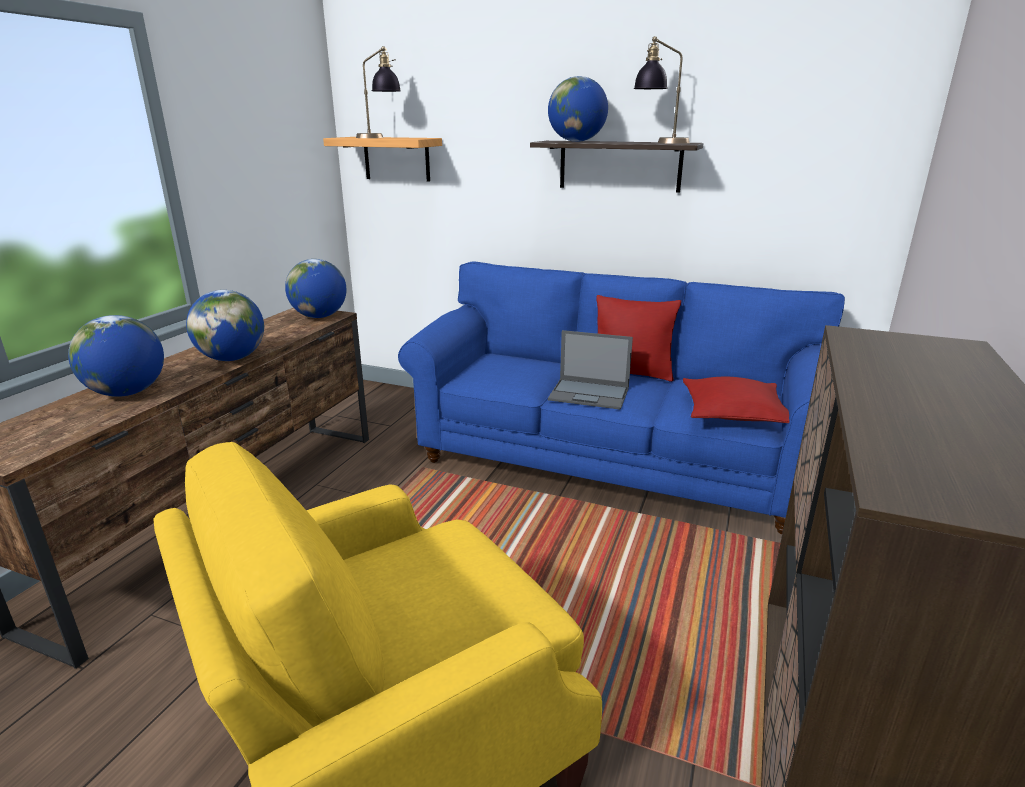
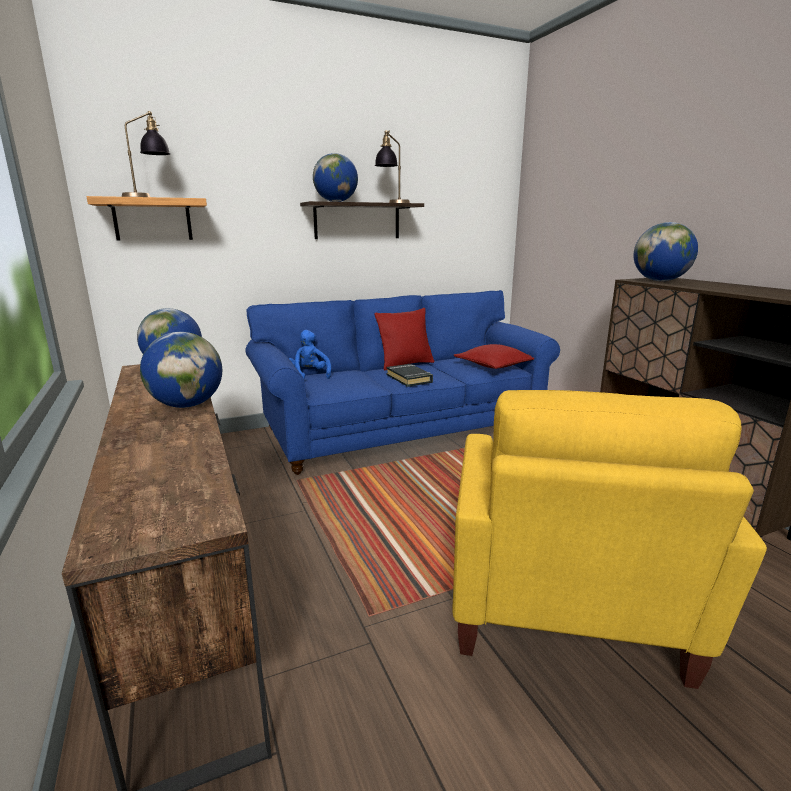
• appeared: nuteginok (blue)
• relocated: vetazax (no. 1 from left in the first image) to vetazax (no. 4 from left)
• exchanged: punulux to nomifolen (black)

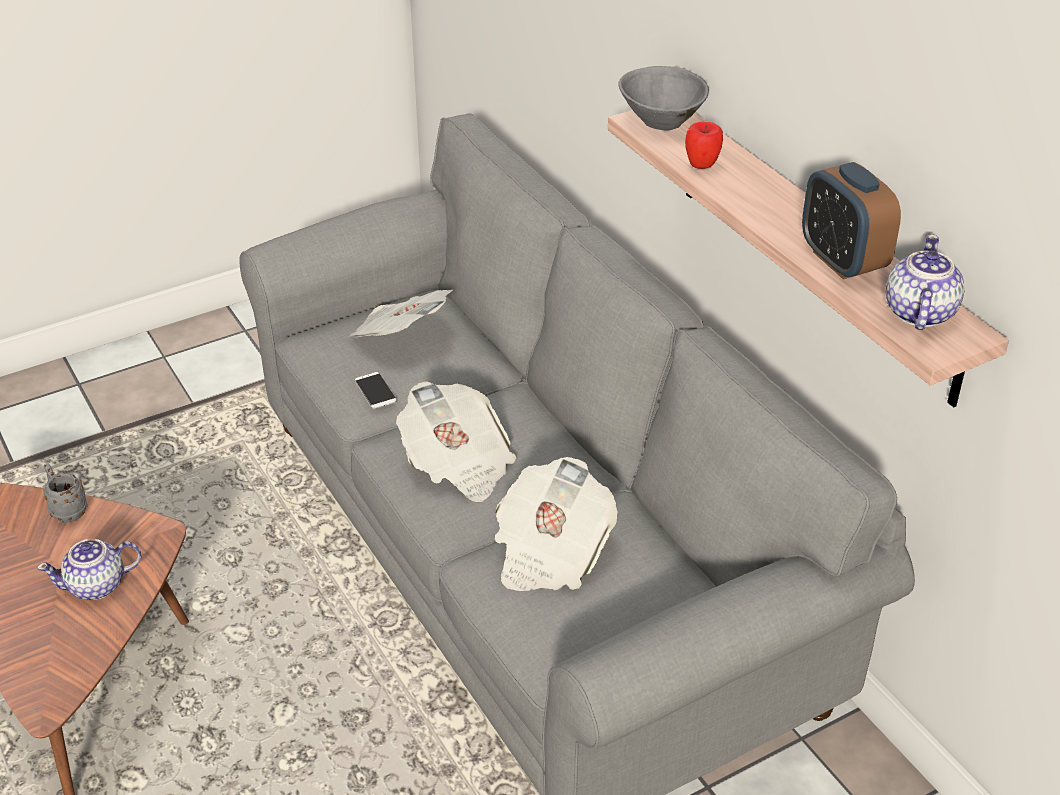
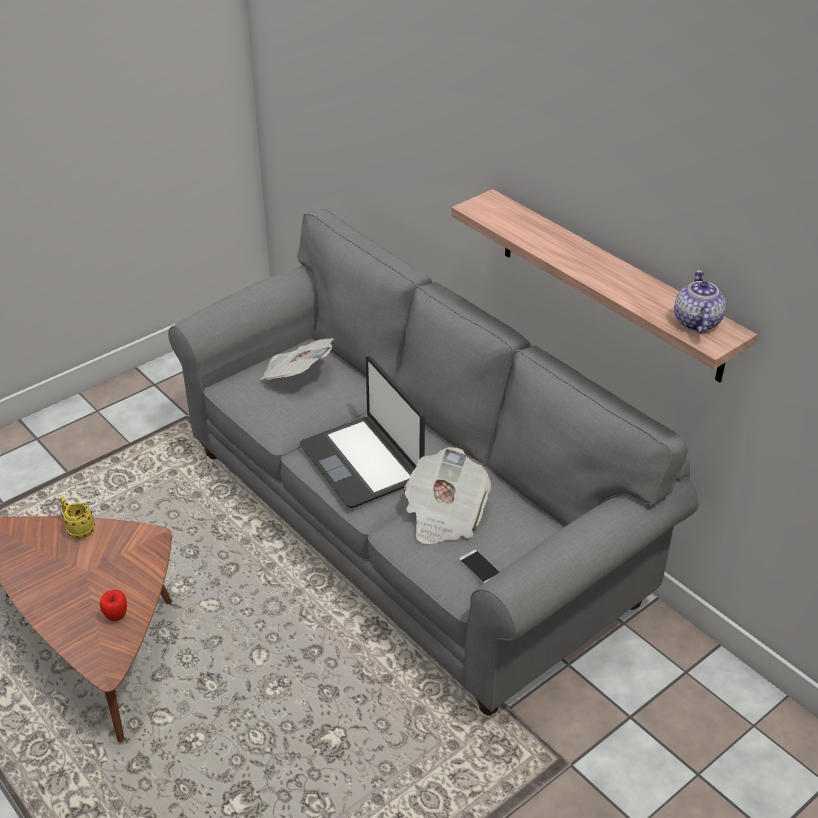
• missing: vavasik (no. 1 from left)
• missing: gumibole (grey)
• missing: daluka
• relocated: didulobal
• relocated: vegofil
• exchanged: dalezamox (no. 2 from left) to punulux
• colour: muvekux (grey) to muvekux (yellow)

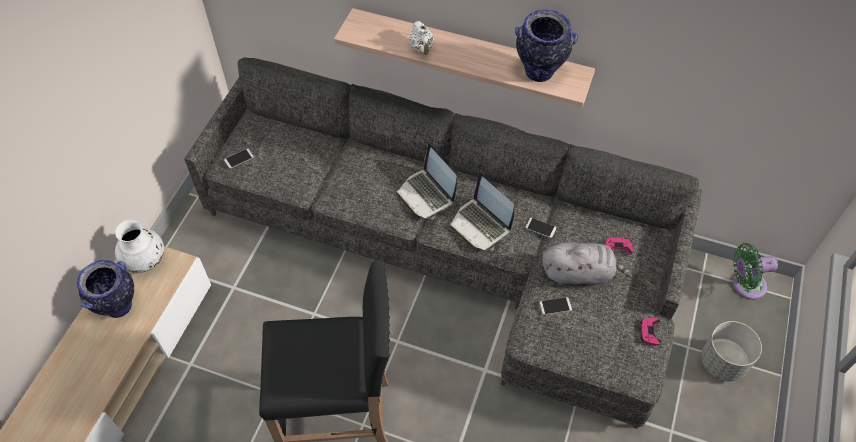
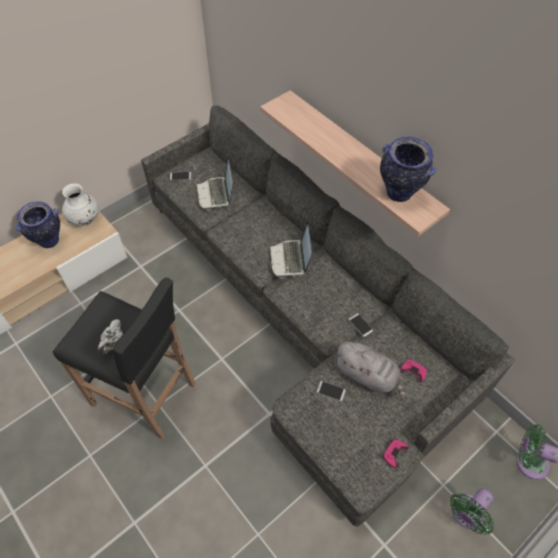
• relocated: vavasik (white)
• relocated: punulux (no. 2 from left in the first image) to punulux (no. 1 from left)
• exchanged: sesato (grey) to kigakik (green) (no. 1 from left)

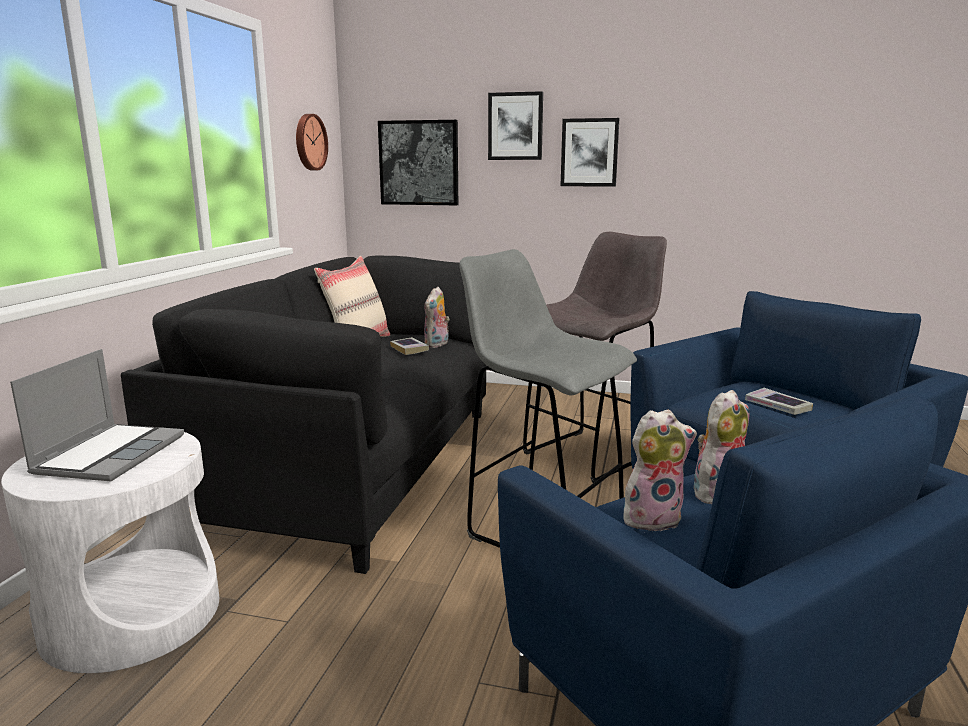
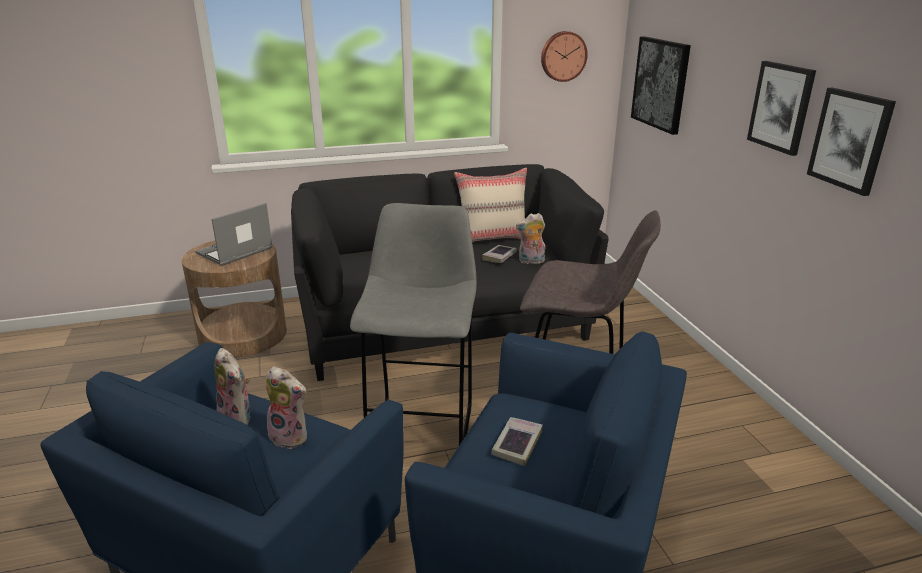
• relocated: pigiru (no. 2 from left in the first image) to pigiru (no. 3 from left)
• colour: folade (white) to folade (brown)
• spun: punulux 150 degrees clockwise

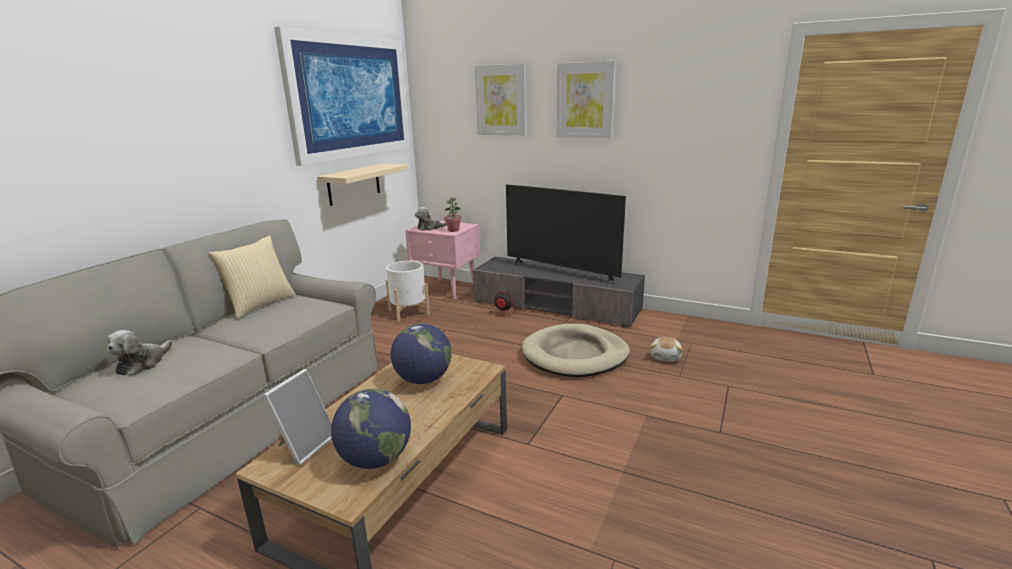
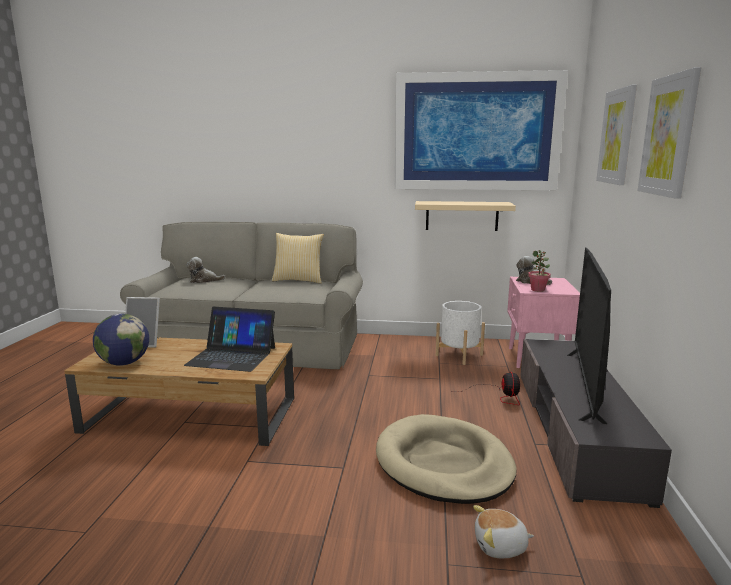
• exchanged: vetazax (no. 2 from left) to punulux

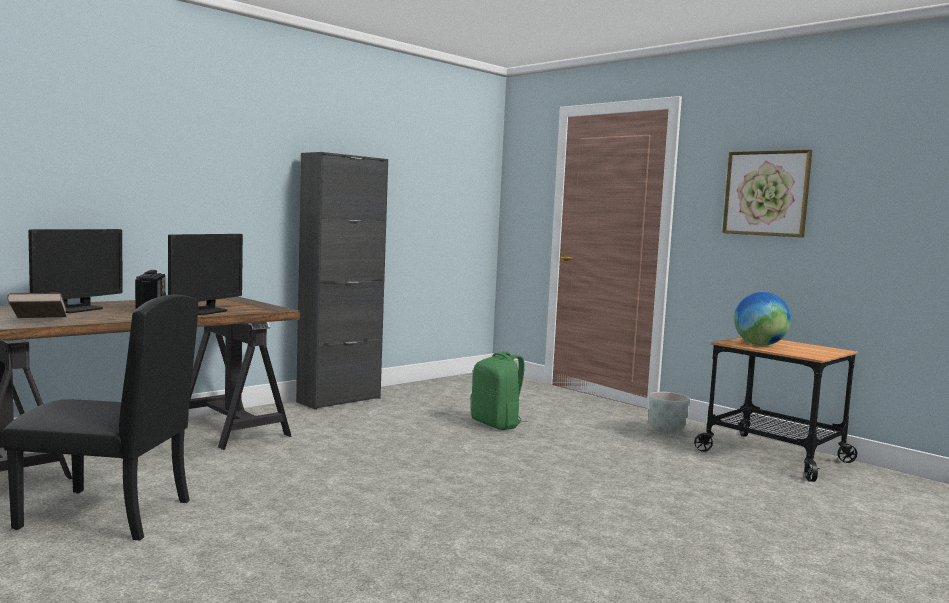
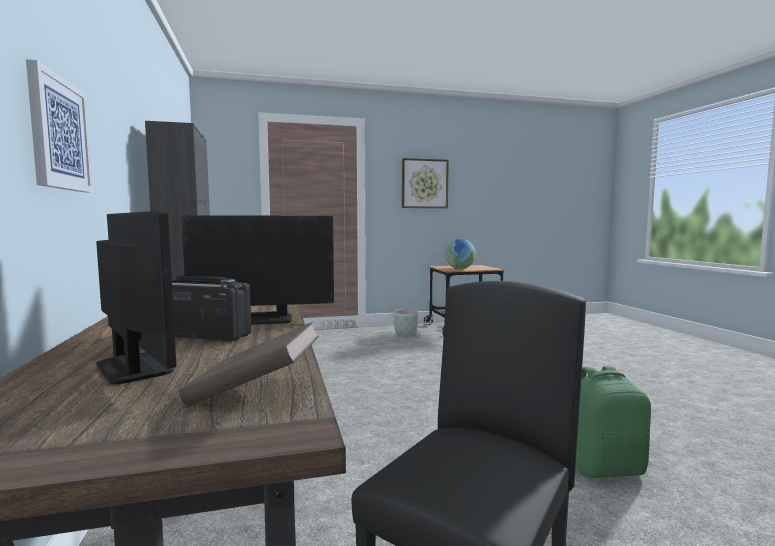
• appeared: pigiru (no. 1 from left)
• relocated: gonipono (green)
• spun: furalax (no. 2 from left) 120 degrees clockwise

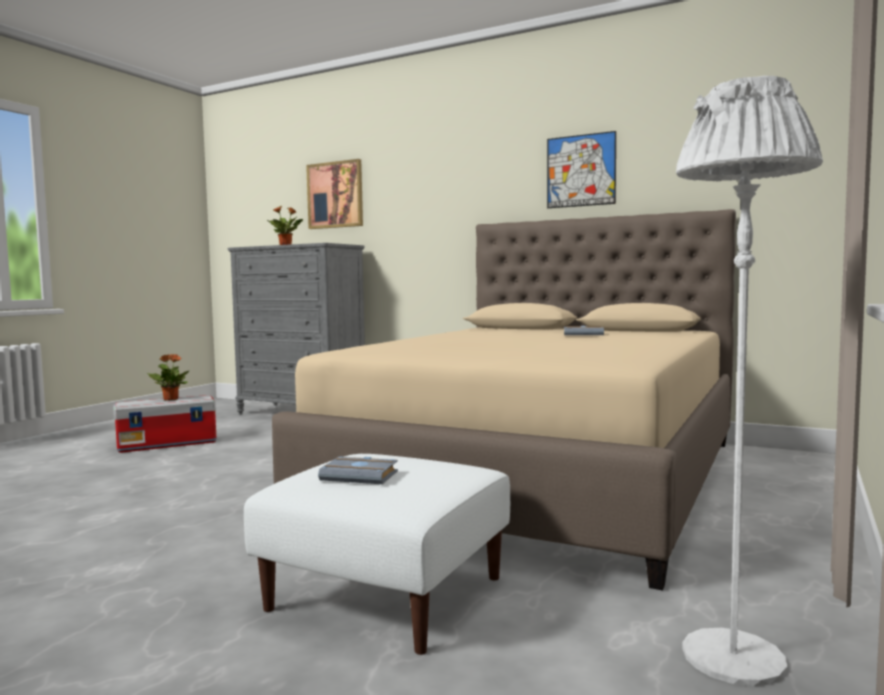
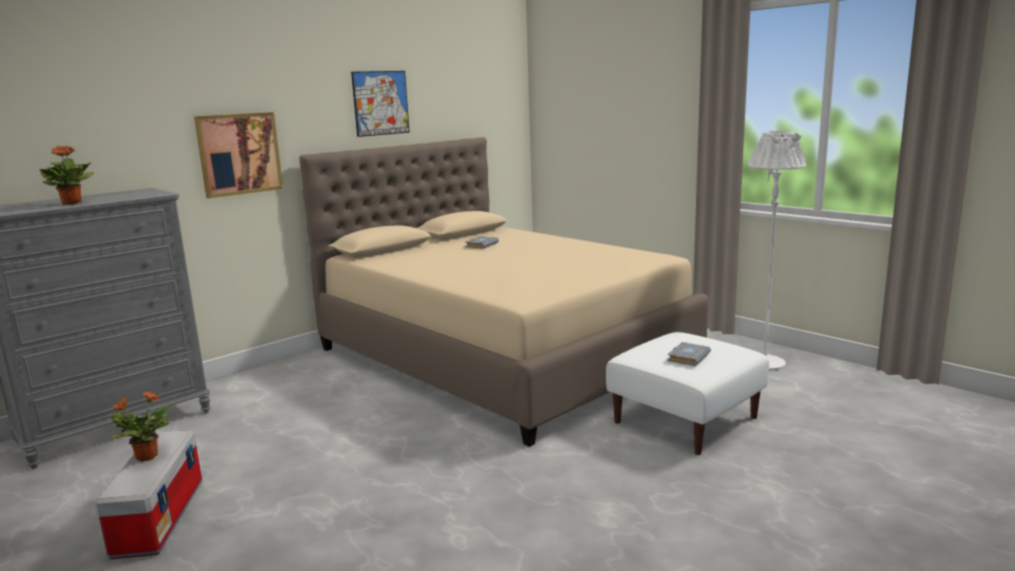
• relocated: pigiru (no. 1 from left)

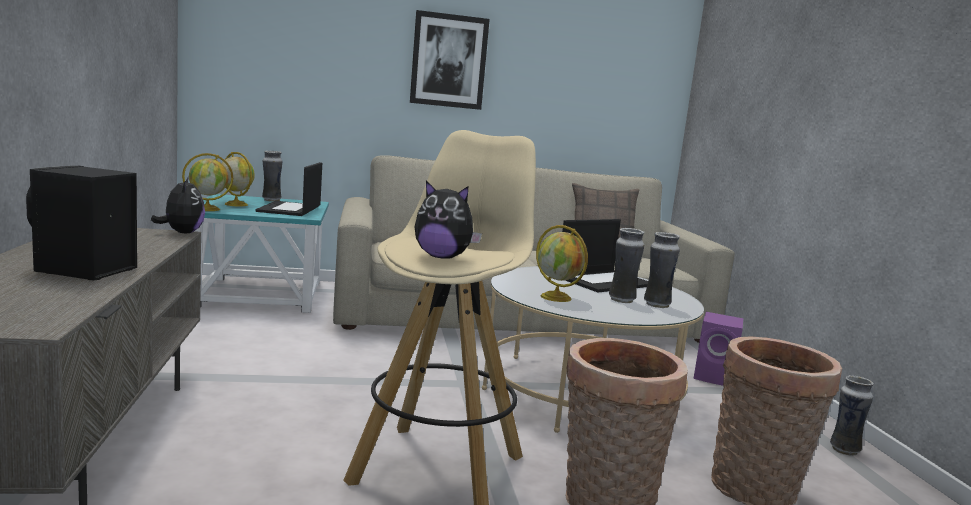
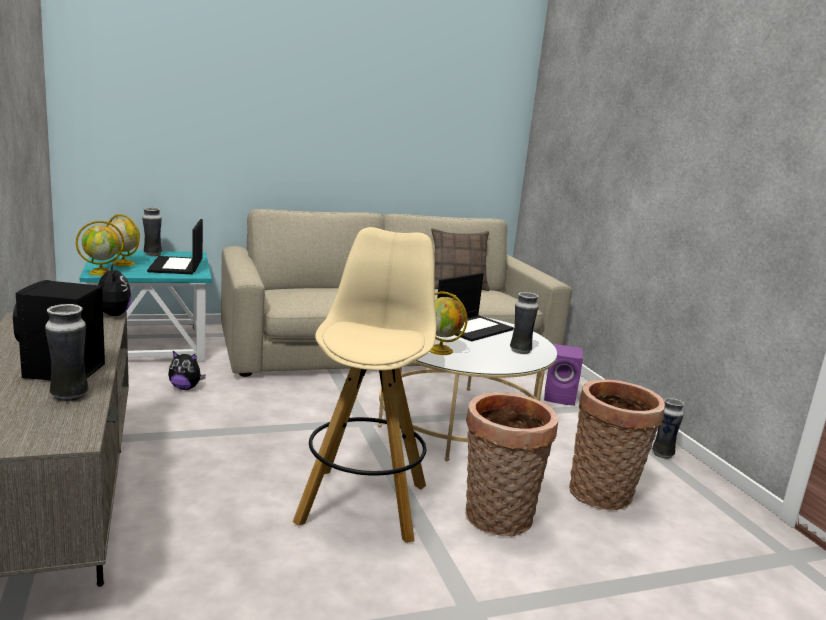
• missing: pigiru
• relocated: nuteginok (no. 2 from left)
• relocated: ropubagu (no. 2 from left in the first image) to ropubagu (no. 1 from left)

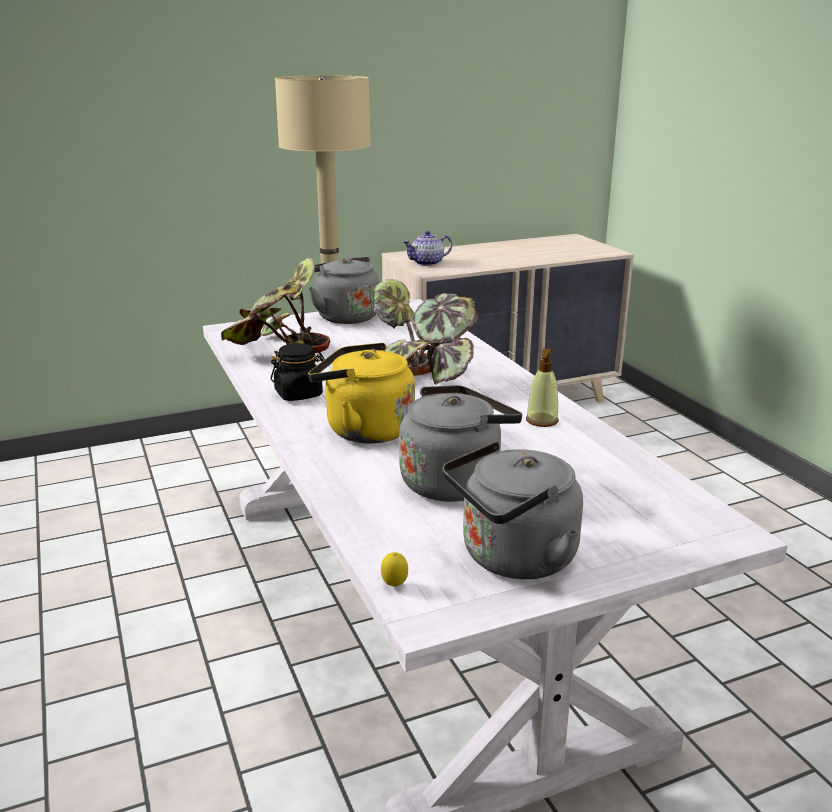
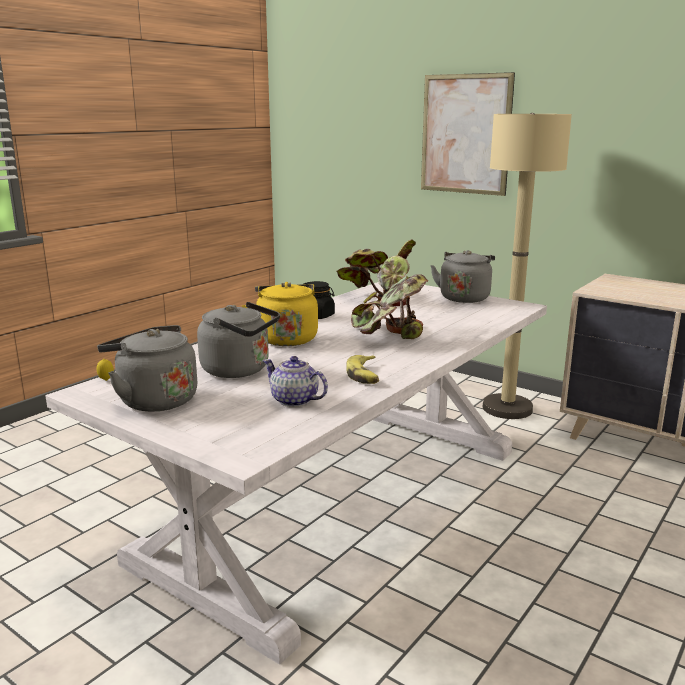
• appeared: pigiru
• relocated: vavasik
• exchanged: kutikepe to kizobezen

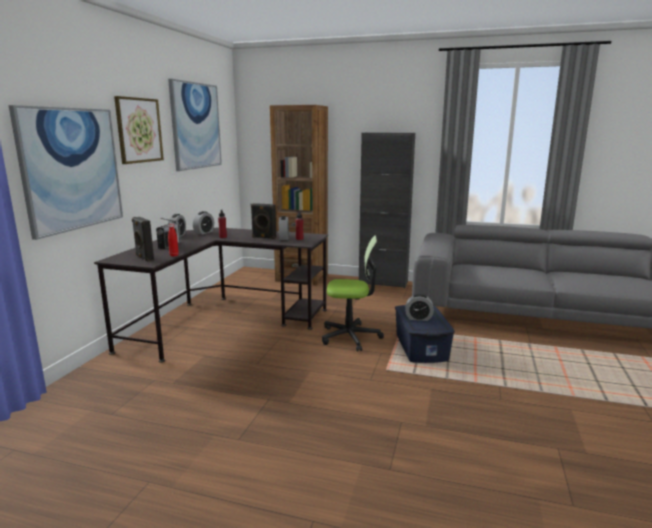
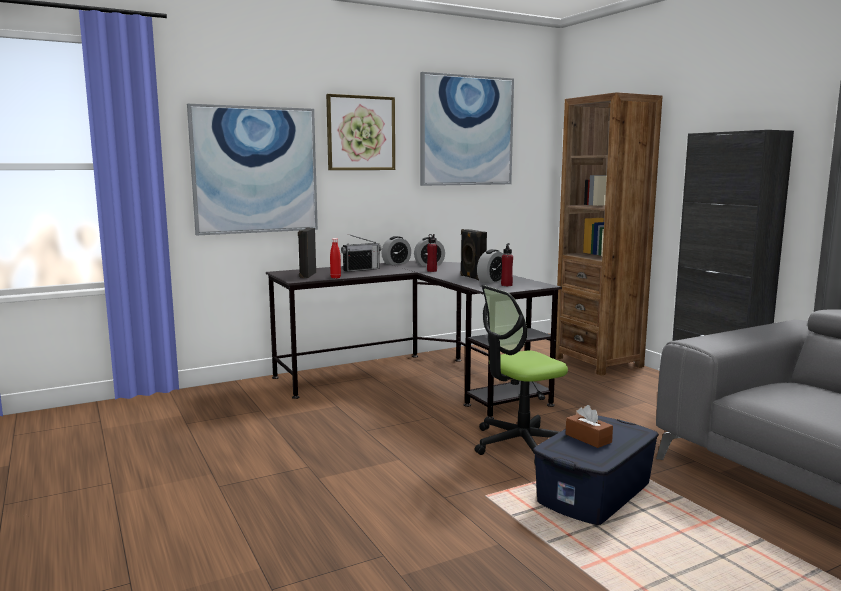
• exchanged: daluka (no. 4 from left) to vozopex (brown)
• spun: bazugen 105 degrees clockwise

